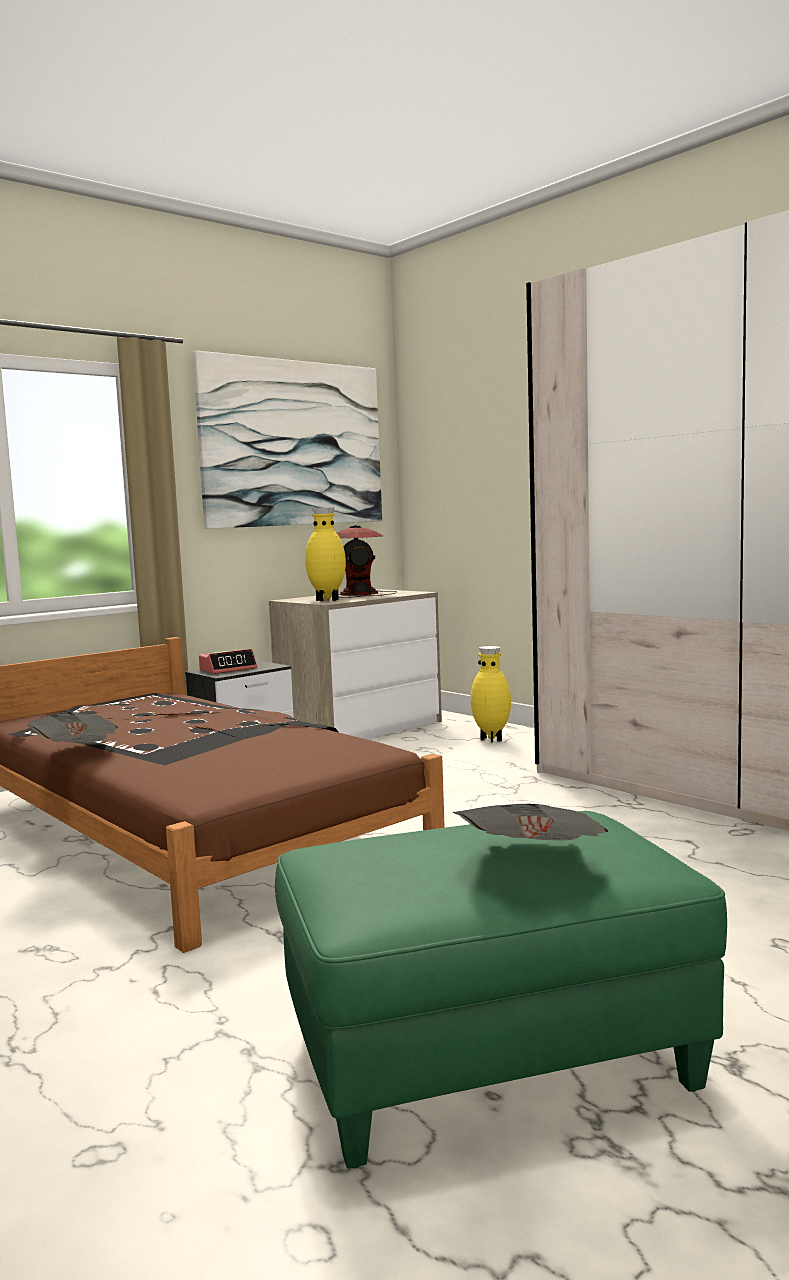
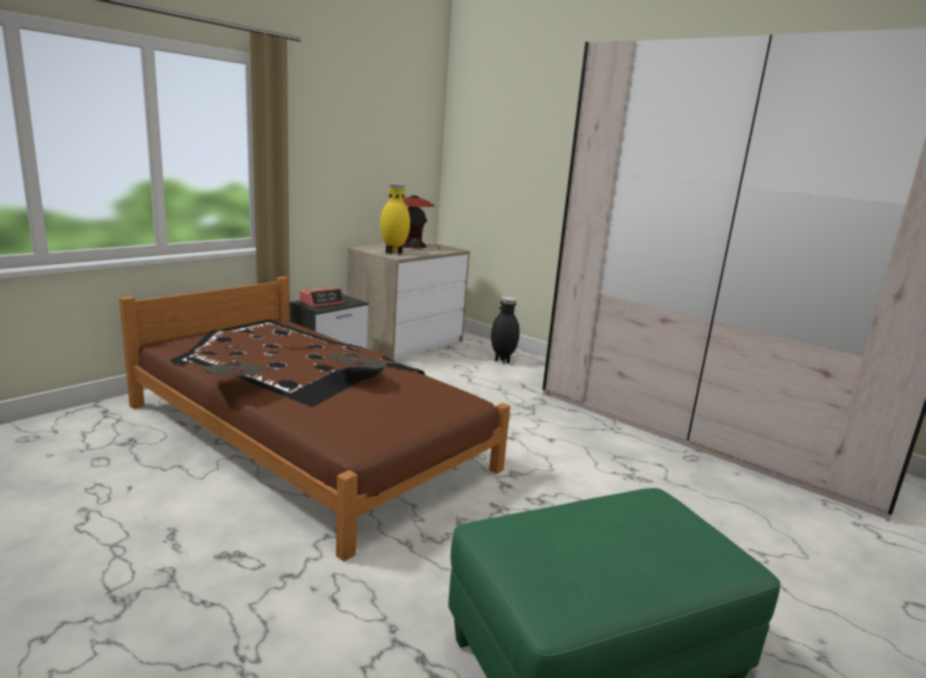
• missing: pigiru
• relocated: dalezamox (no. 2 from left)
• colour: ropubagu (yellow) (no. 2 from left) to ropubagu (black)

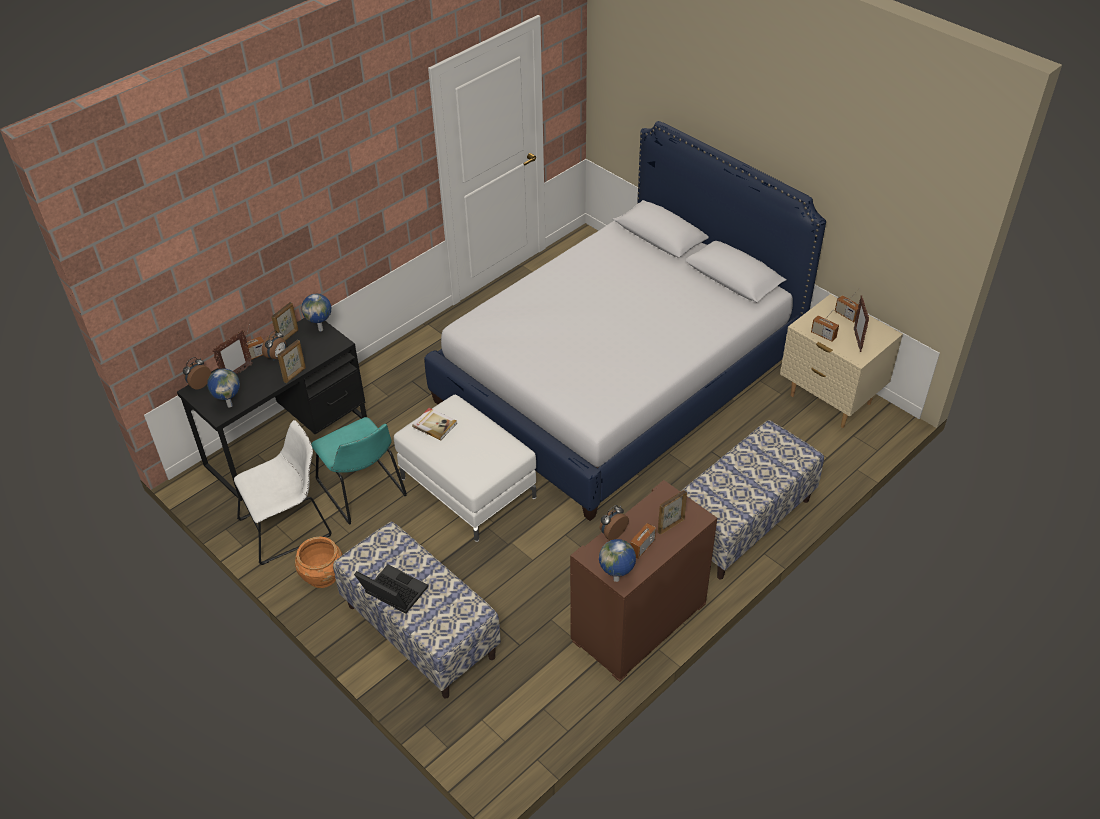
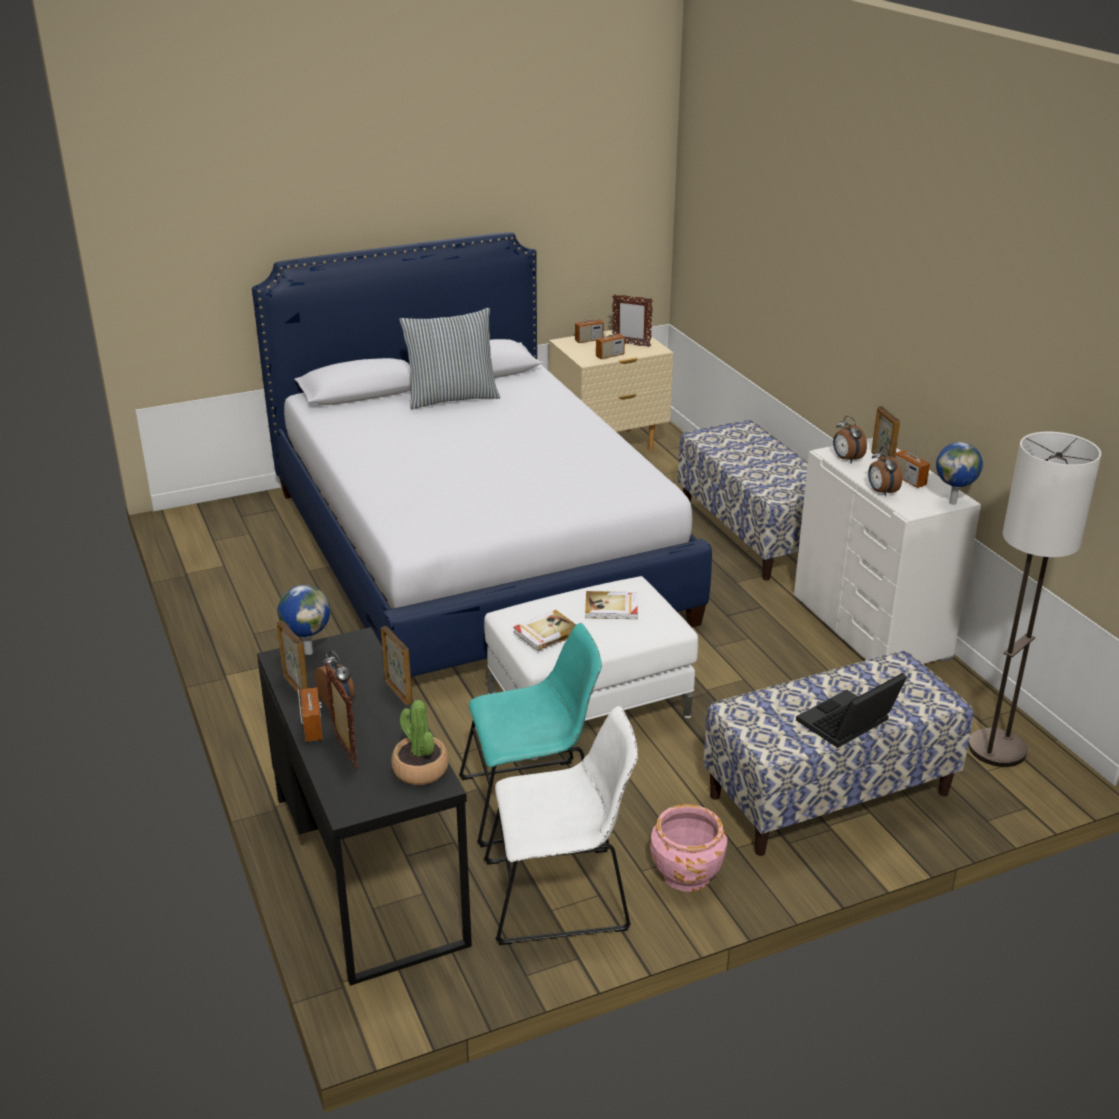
• appeared: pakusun
• appeared: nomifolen (no. 2 from left)
• appeared: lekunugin
• relocated: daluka (no. 1 from left in the first image) to daluka (no. 2 from left)
• exchanged: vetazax (no. 1 from left) to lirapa
• colour: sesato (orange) to sesato (pink)
• colour: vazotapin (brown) to vazotapin (white)
• spun: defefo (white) 90 degrees clockwise

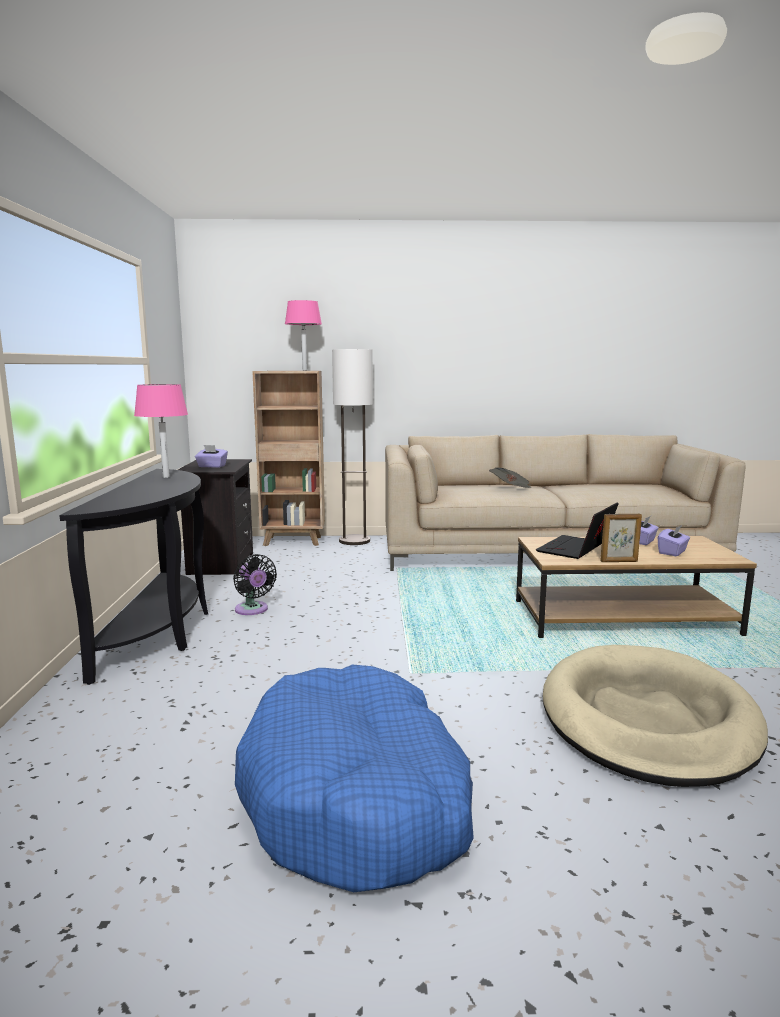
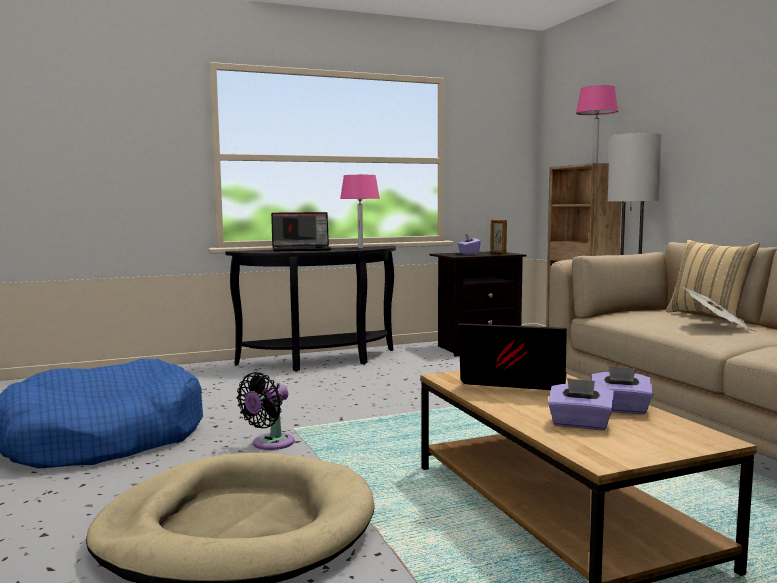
• appeared: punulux (no. 1 from left)
• appeared: pakusun (beige)
• relocated: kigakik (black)
• relocated: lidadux

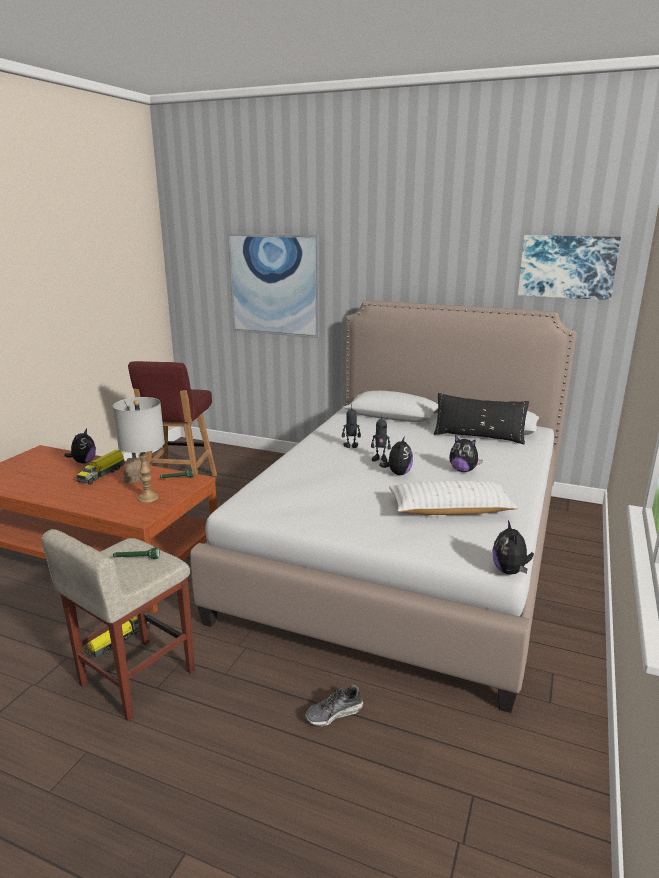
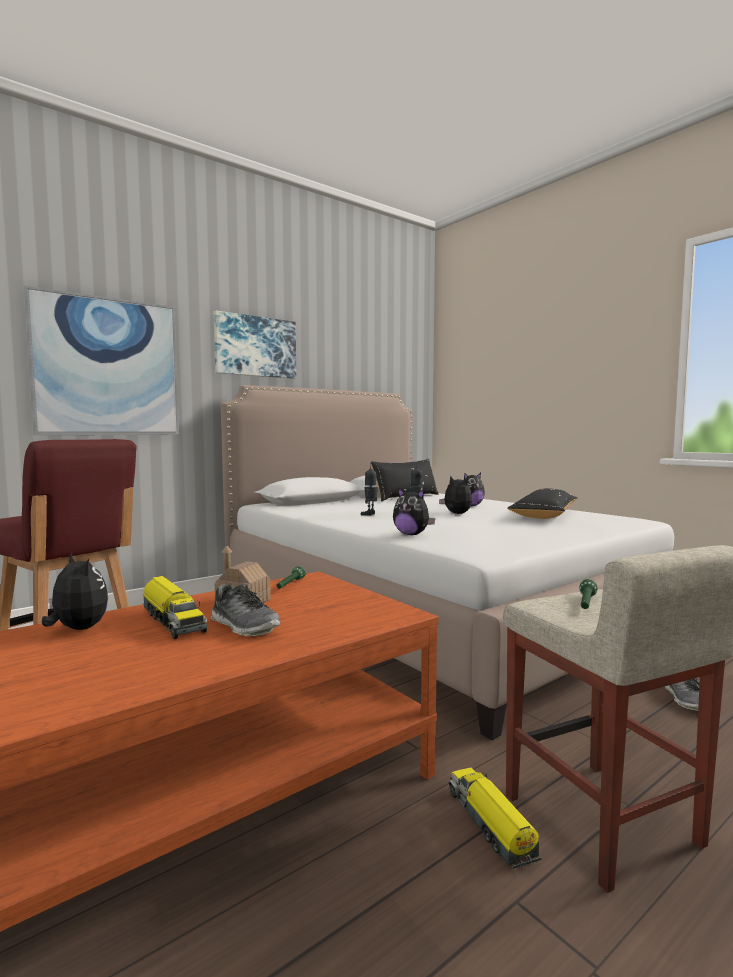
• missing: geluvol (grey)
• appeared: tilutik (no. 1 from left)
• relocated: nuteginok (no. 4 from left in the first image) to nuteginok (no. 2 from left)
• relocated: pigiru (no. 2 from left)
• colour: pakusun (white) to pakusun (black) (no. 2 from left)

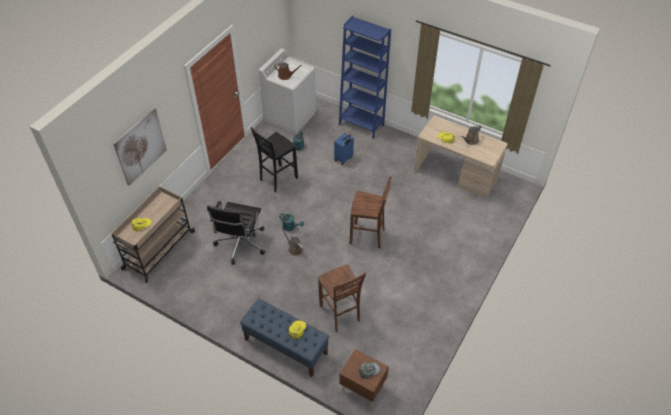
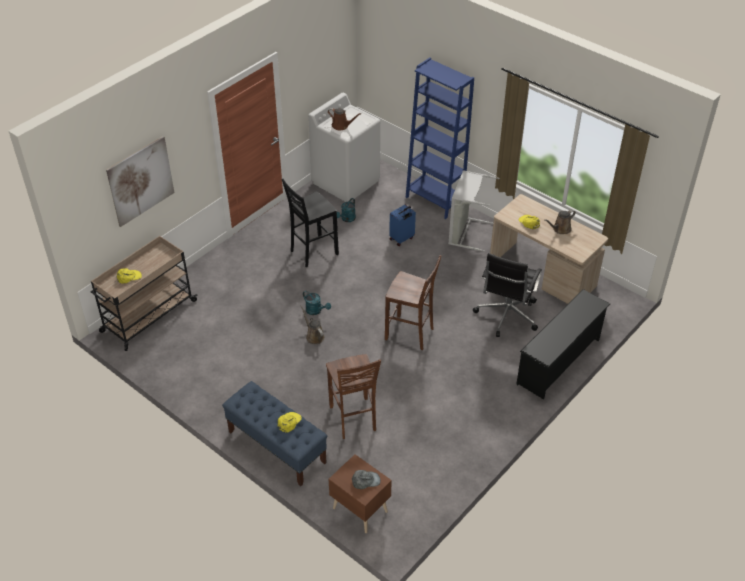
• appeared: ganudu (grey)
• appeared: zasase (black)
• relocated: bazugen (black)

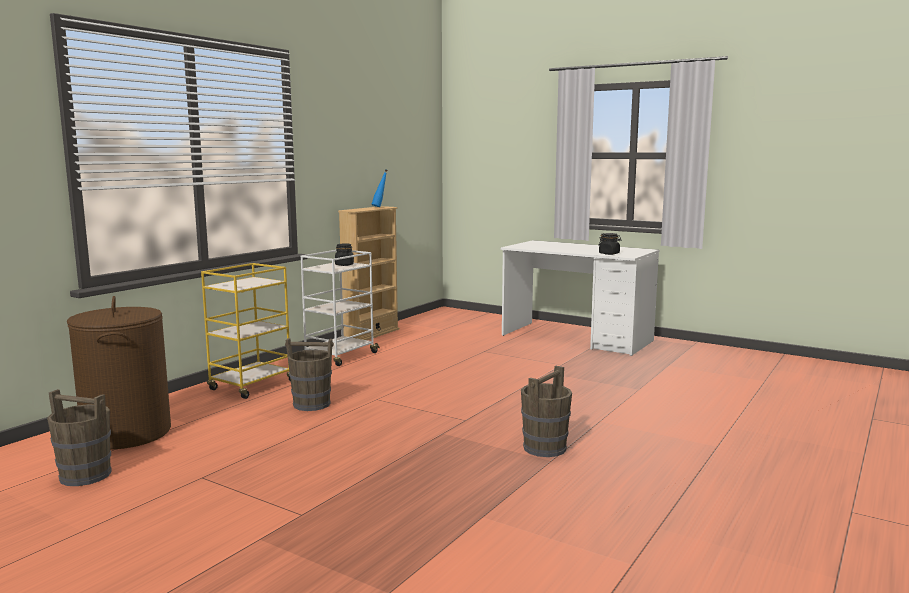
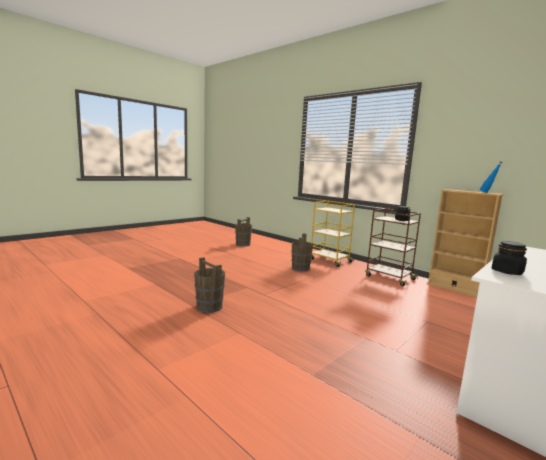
• missing: ganudu (brown)
• colour: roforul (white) to roforul (brown)

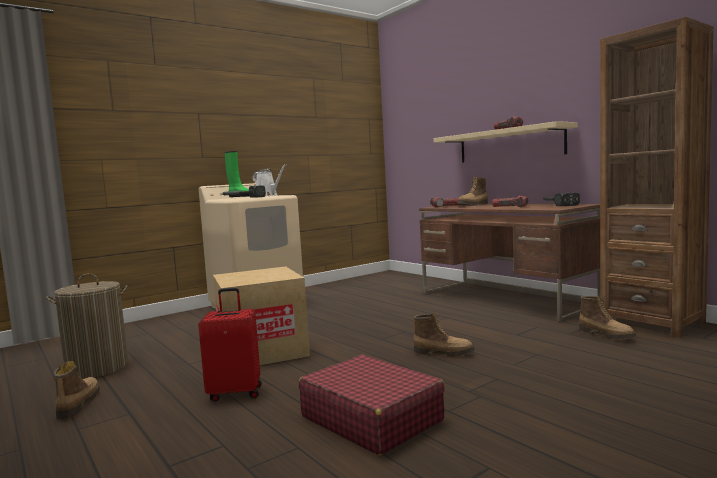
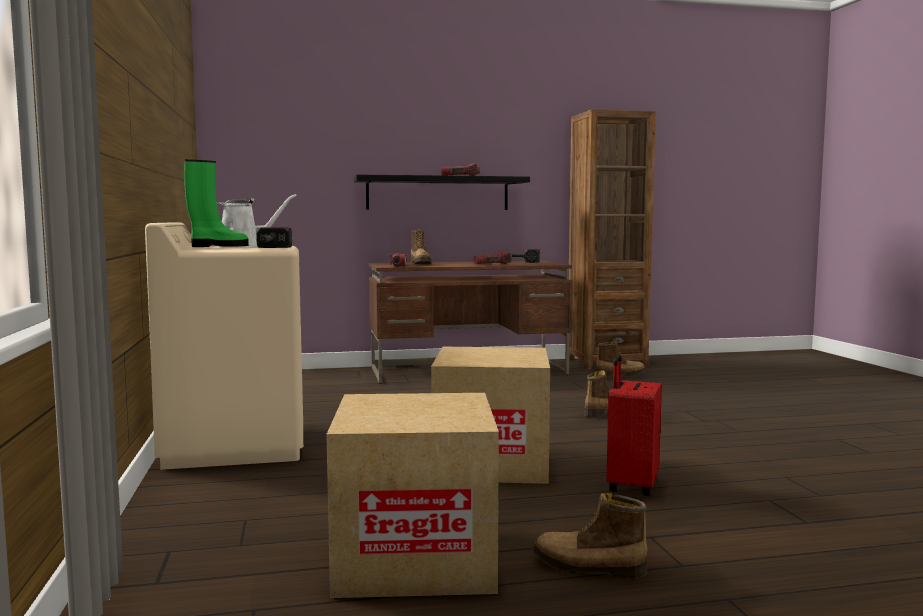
• missing: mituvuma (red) (no. 2 from left)
• exchanged: ganudu to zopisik (no. 1 from left)
• colour: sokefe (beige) to sokefe (black)

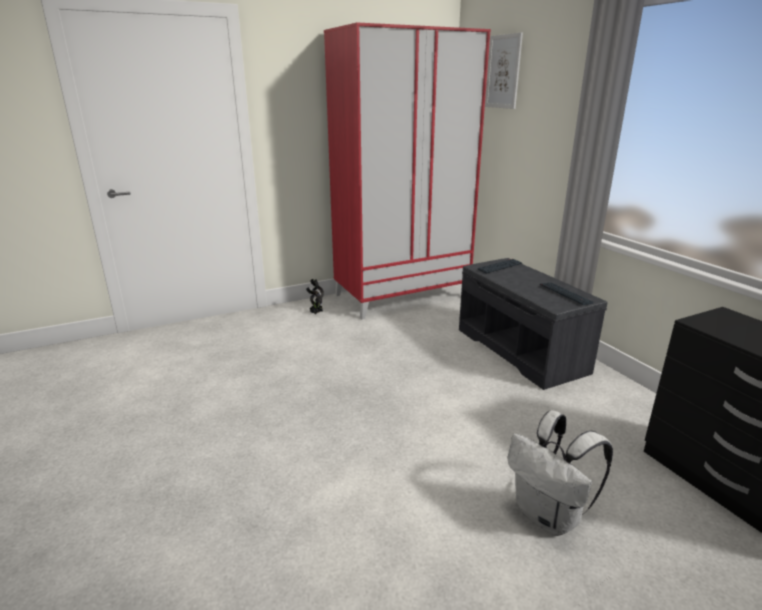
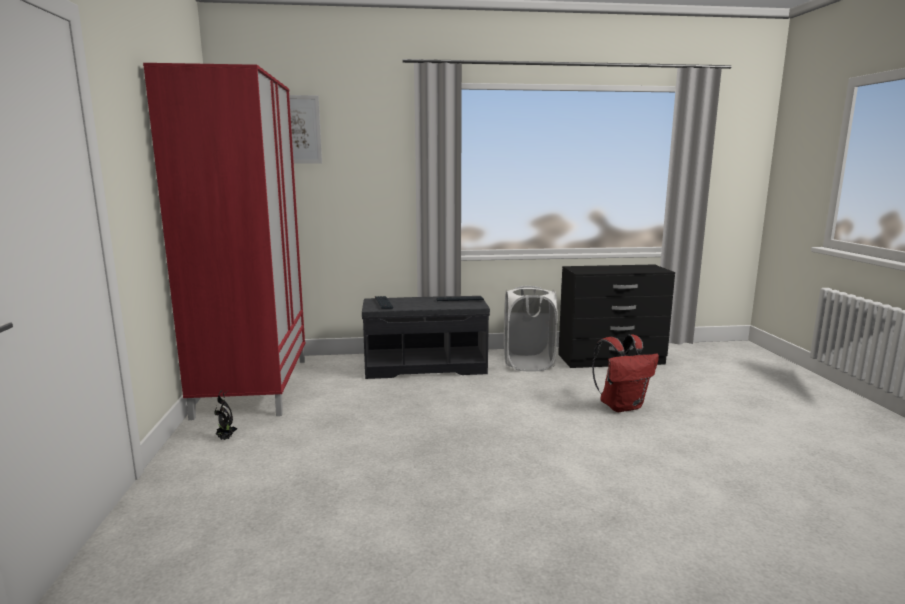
• appeared: ganudu (white)
• colour: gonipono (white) to gonipono (red)

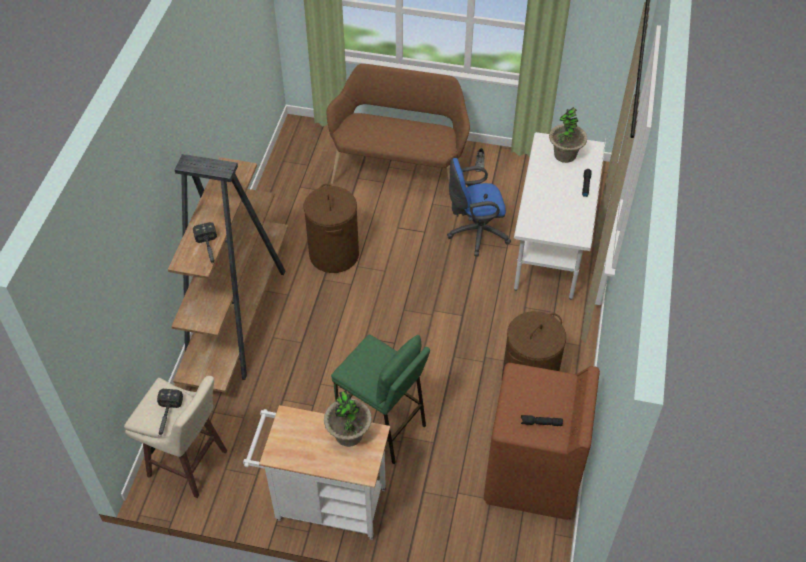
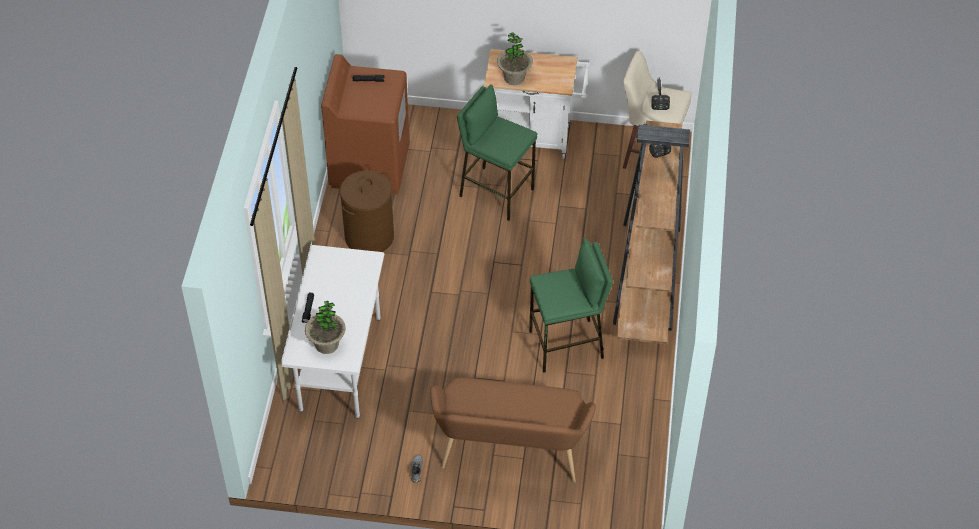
• missing: bazugen (blue)
• exchanged: ganudu (brown) (no. 1 from left) to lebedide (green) (no. 2 from left)

